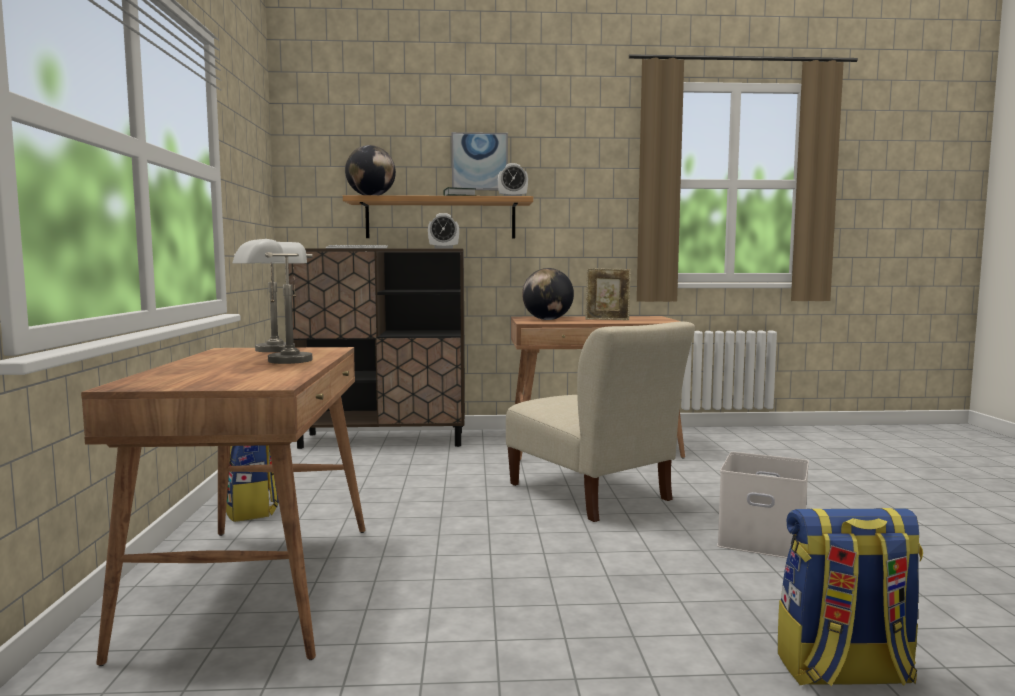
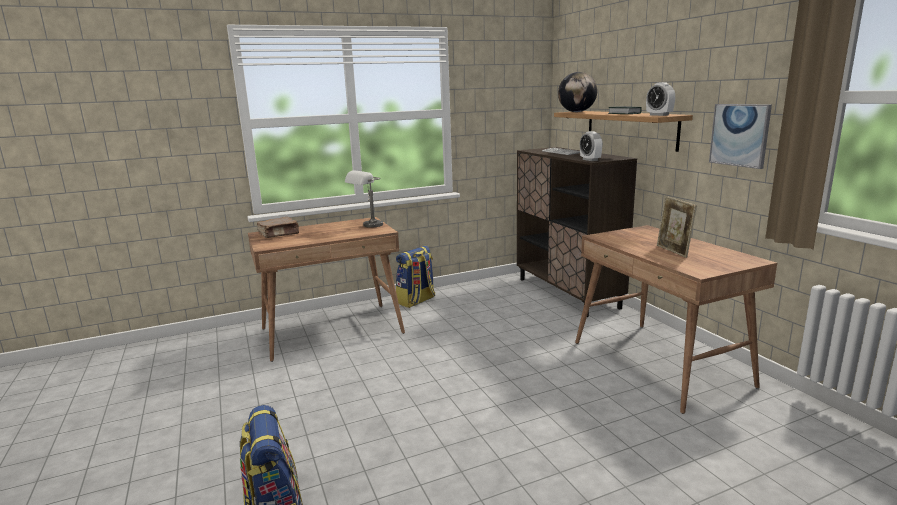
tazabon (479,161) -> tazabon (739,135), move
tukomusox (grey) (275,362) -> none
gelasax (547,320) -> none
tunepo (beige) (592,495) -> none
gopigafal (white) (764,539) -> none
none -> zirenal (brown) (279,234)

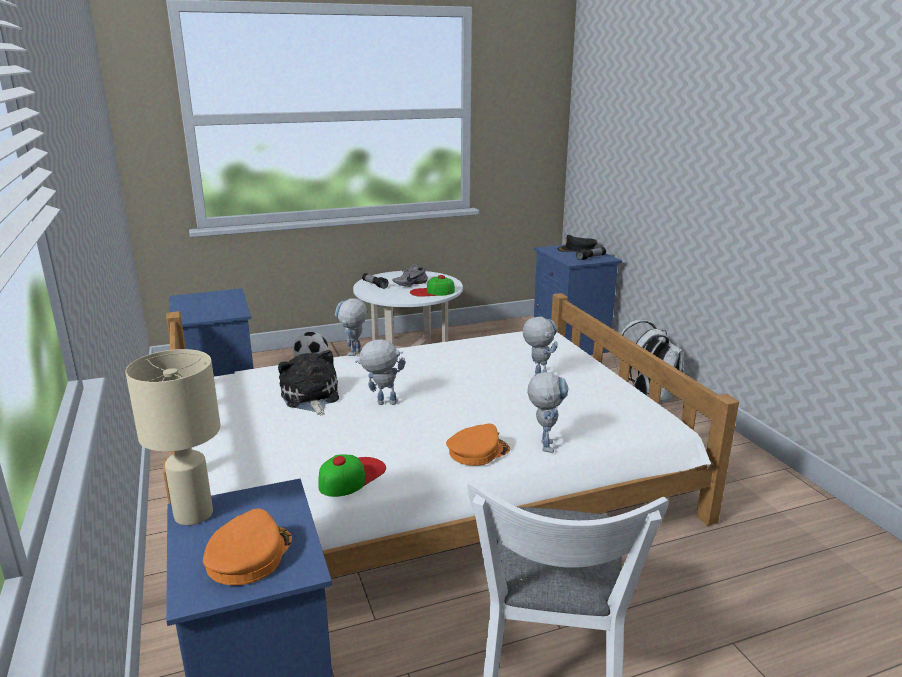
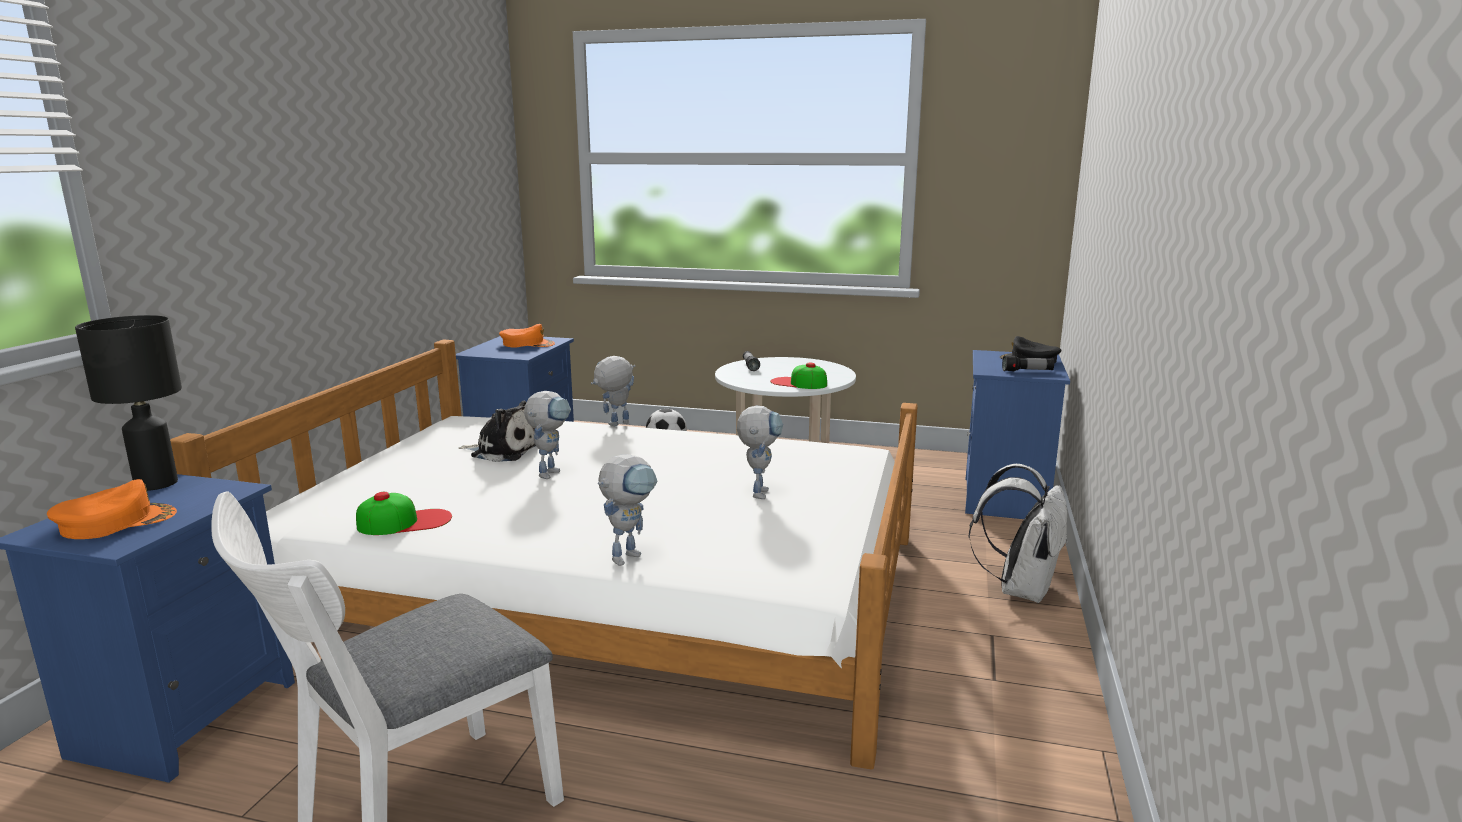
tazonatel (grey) (409,284) -> none
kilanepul (381,403) -> kilanepul (551,471), 75 degrees clockwise
tukomusox (beige) (193,515) -> tukomusox (black) (155,484)
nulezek (310,398) -> nulezek (503,450), 90 degrees clockwise
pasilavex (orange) (477,451) -> pasilavex (orange) (527,344), move

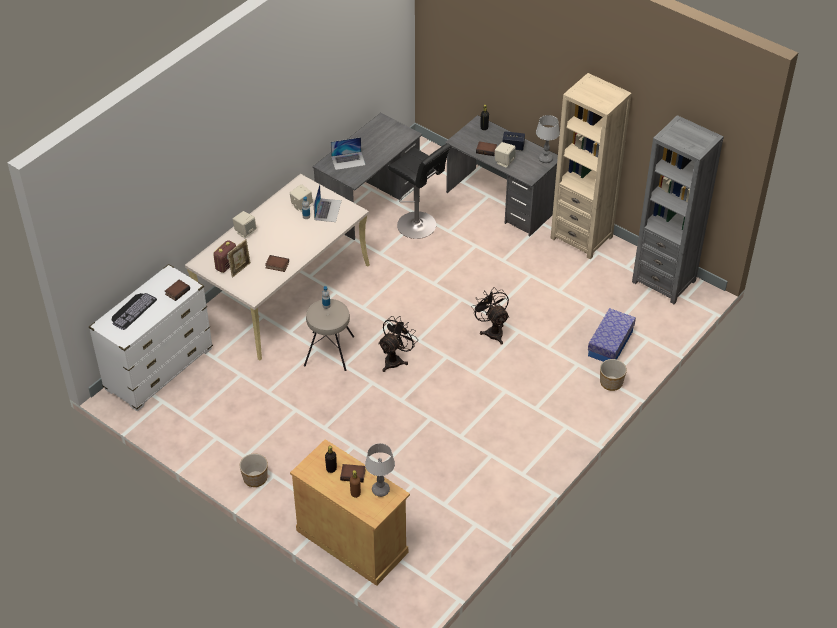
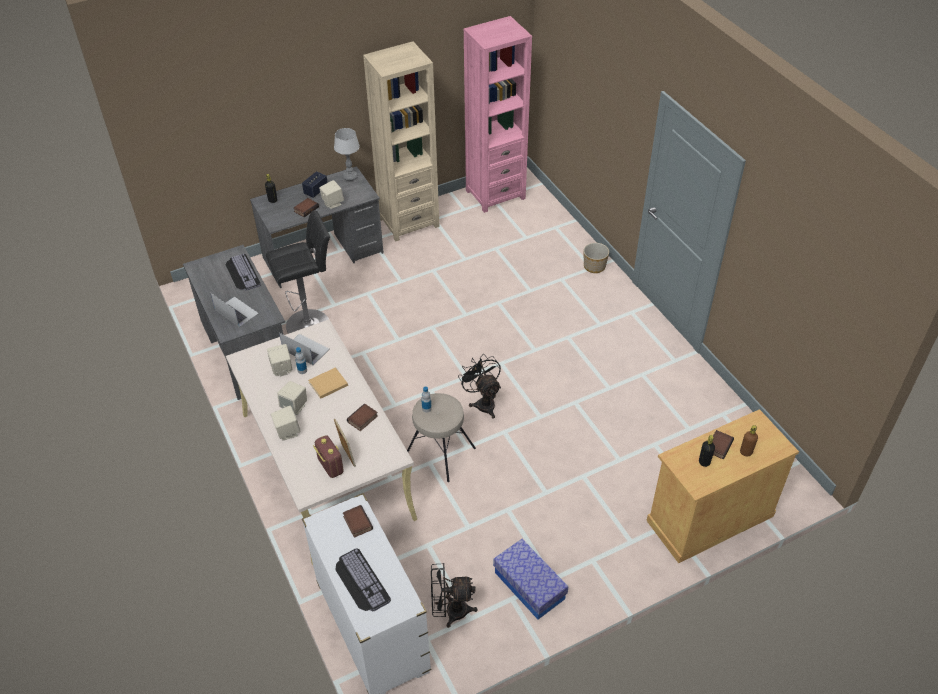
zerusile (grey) (664,281) -> zerusile (pink) (495,194)
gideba (348,160) -> gideba (236,311), 60 degrees counterclockwise
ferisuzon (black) (492,331) -> ferisuzon (black) (450,611), move
gopigafal (610,343) -> gopigafal (529,585), move
tukomusox (381,490) -> none
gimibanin (254,478) -> none
none -> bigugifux (241,273)
none -> zirenal (beige) (327,384)
none -> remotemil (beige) (294,406)

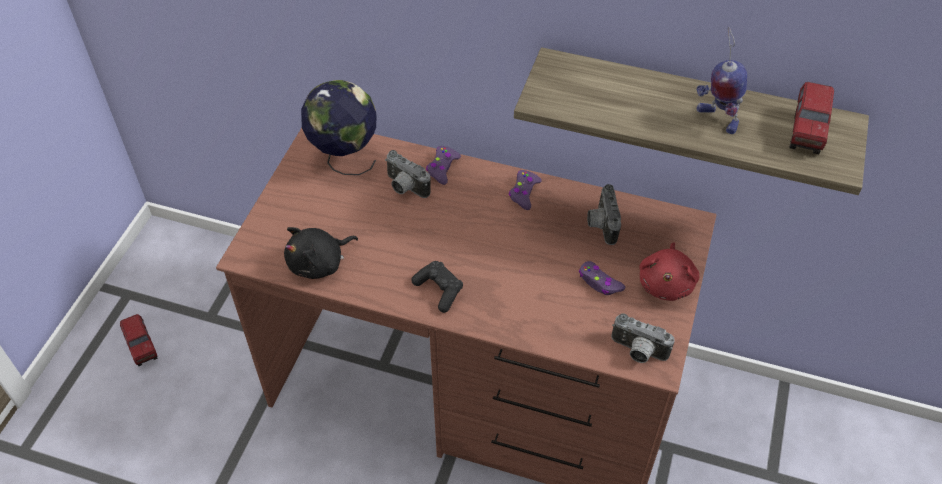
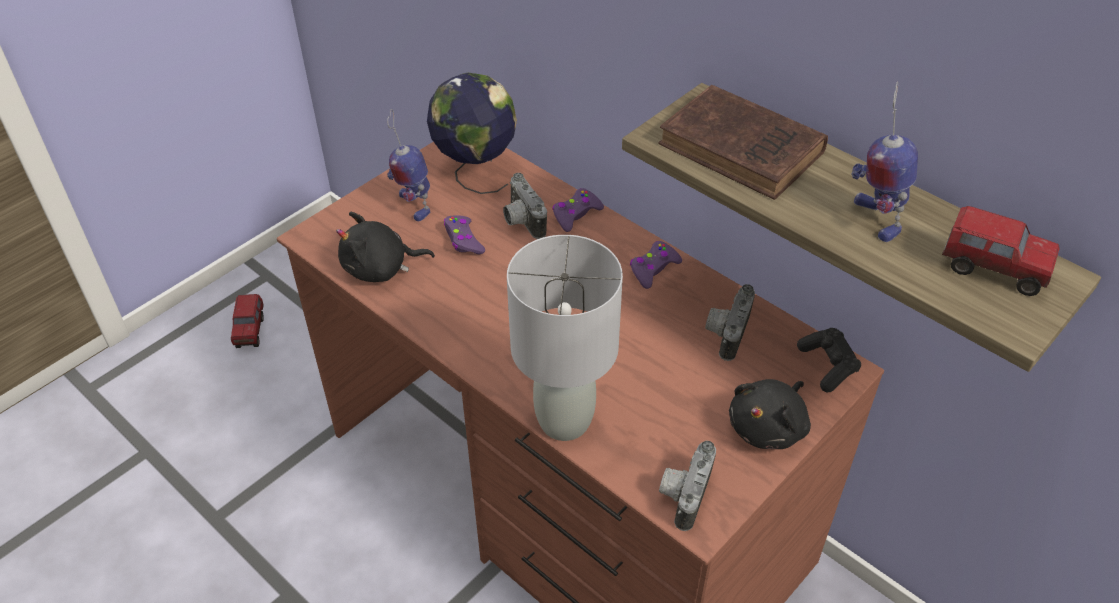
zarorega (806,132) -> zarorega (992,270), 105 degrees counterclockwise
nulezek (red) (666,283) -> nulezek (black) (769,427)
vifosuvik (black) (439,290) -> vifosuvik (black) (828,366), move
vifosuvik (purple) (599,282) -> vifosuvik (purple) (463,240), move
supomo (637,352) -> supomo (683,494), 60 degrees clockwise
none -> zirenal (brown) (744,150)
none -> kilanepul (413,205)
none -> tukomusox (grey) (563,422)

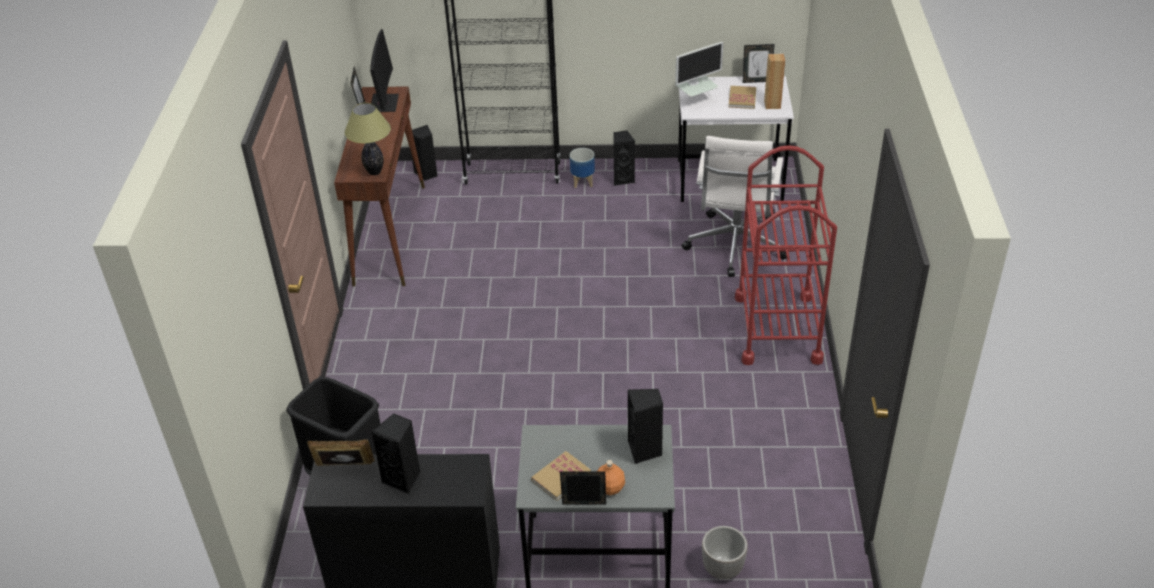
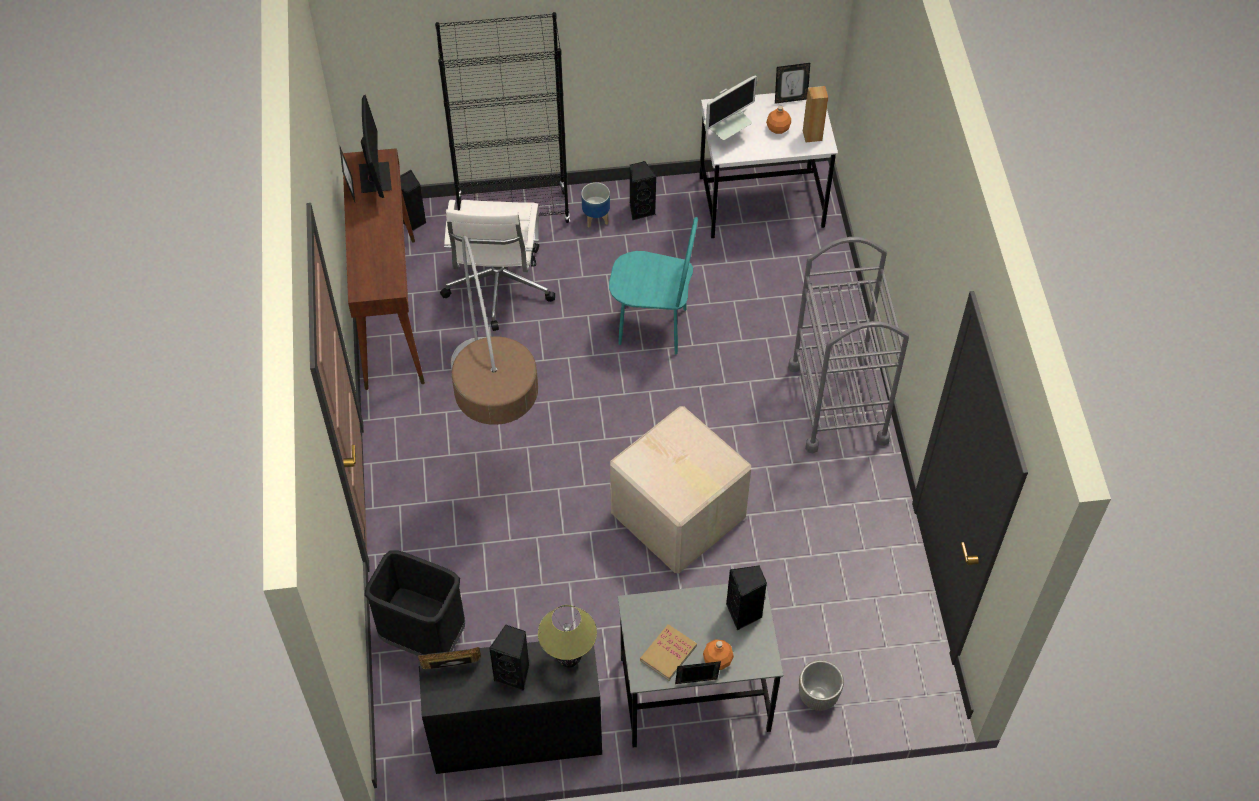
zirenal (742,99) -> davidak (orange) (777,128)
tukomusox (375,172) -> tukomusox (569,661), move
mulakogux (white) (734,246) -> mulakogux (white) (498,288), move
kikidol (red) (777,329) -> kikidol (grey) (838,403)
none -> tunepo (turquoise) (652,327)
none -> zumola (495,431)
none -> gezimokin (678,516)

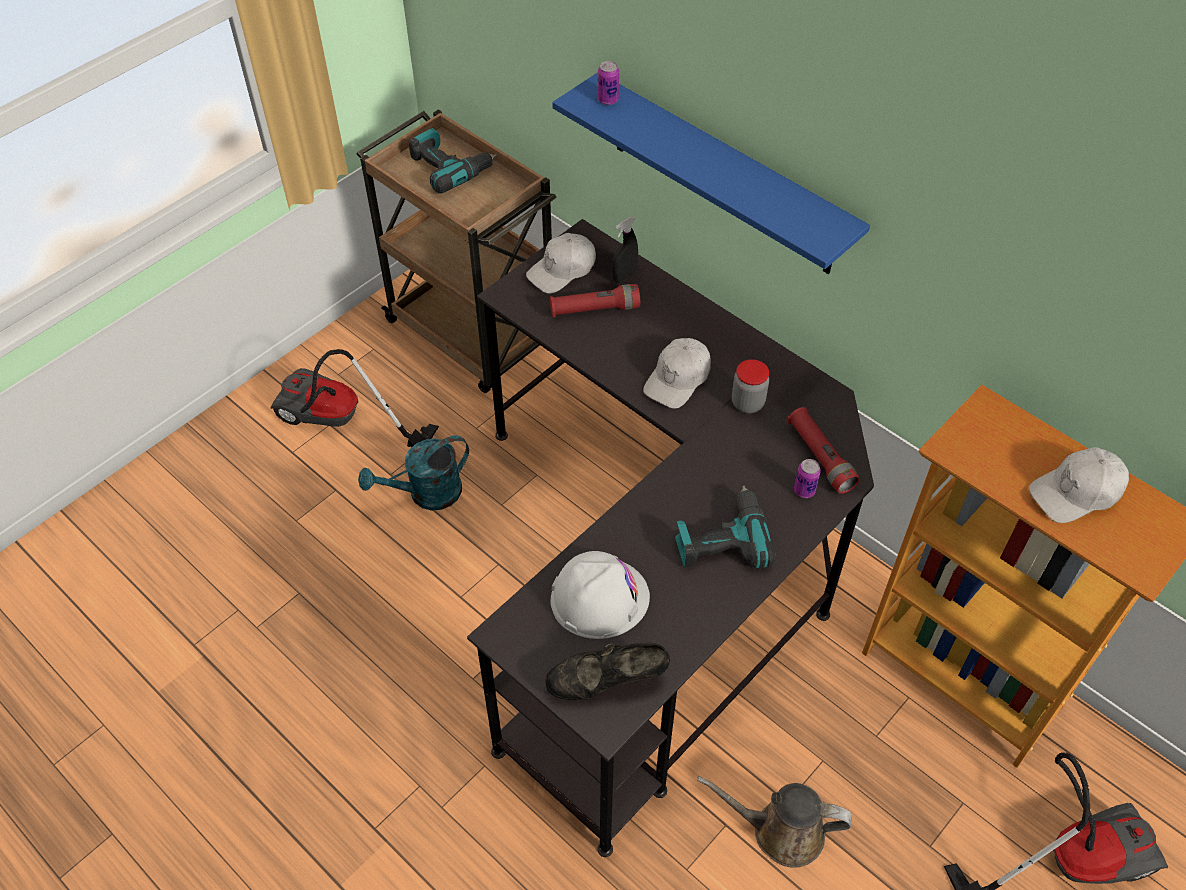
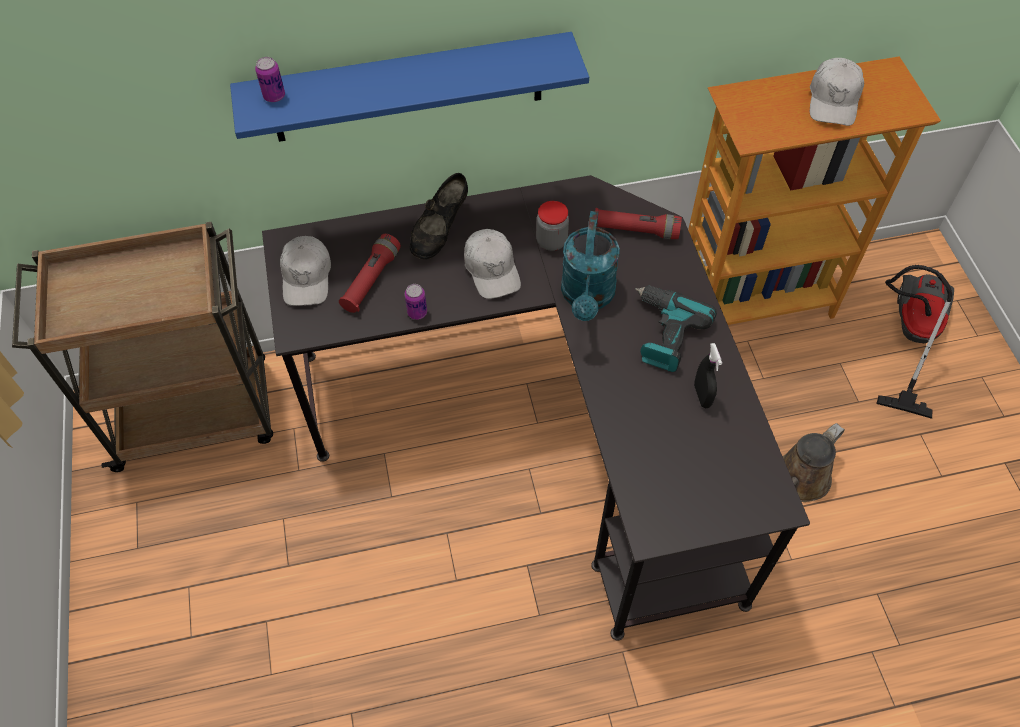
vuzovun (450,168) -> none
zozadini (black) (624,276) -> zozadini (black) (702,396), move
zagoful (339,425) -> none
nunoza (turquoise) (426,494) -> nunoza (turquoise) (587,297), move
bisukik (804,490) -> bisukik (417,313), move
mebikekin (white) (599,598) -> none
tazonatel (black) (606,682) -> tazonatel (black) (440,232), move

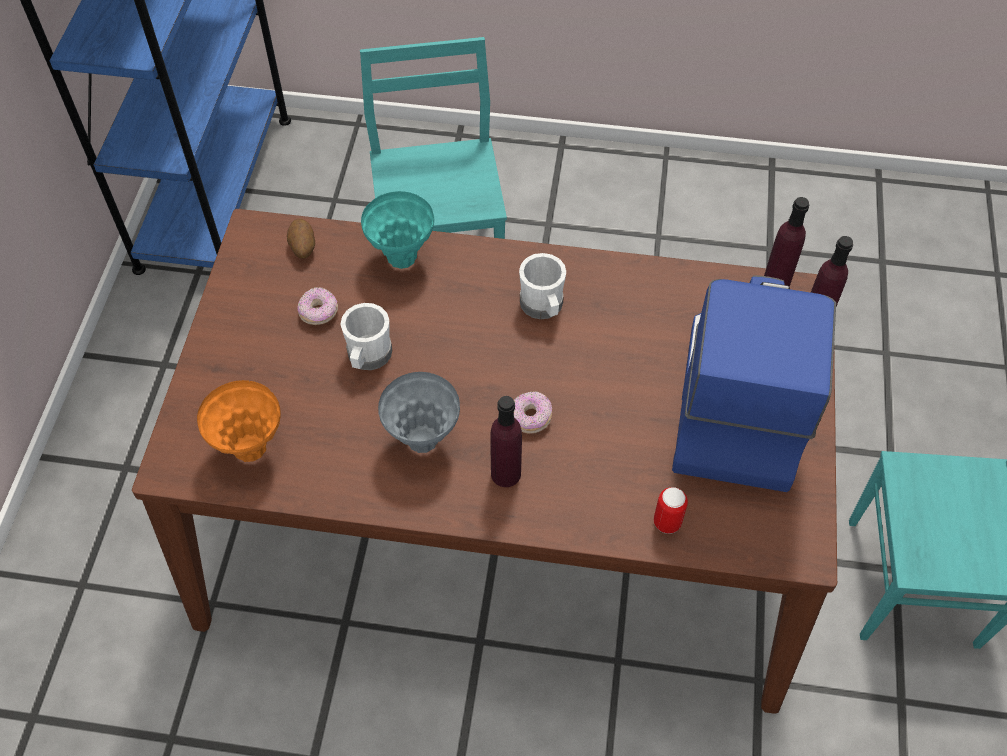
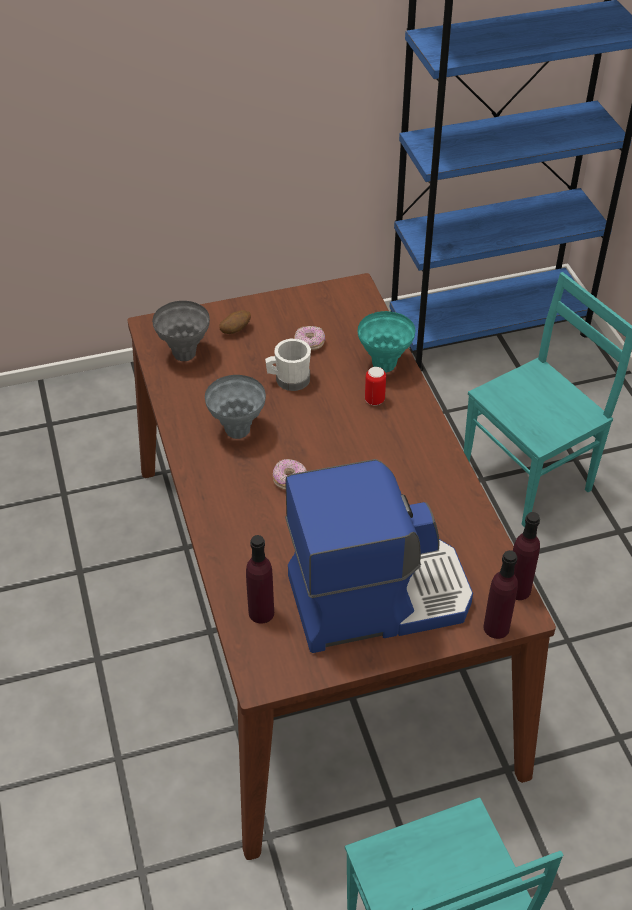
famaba (302,247) -> famaba (235,330), move
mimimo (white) (543,306) -> none
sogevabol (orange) (251,449) -> sogevabol (grey) (184,355)
davidak (purple) (506,474) -> davidak (purple) (261,612), move
bisukik (667,522) -> bisukik (374,400), move

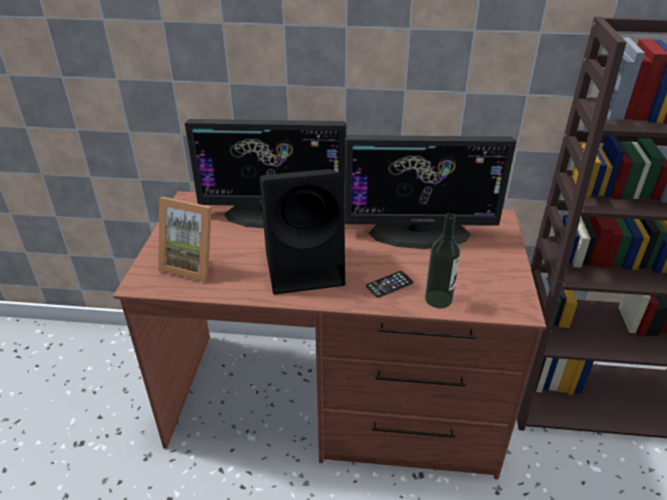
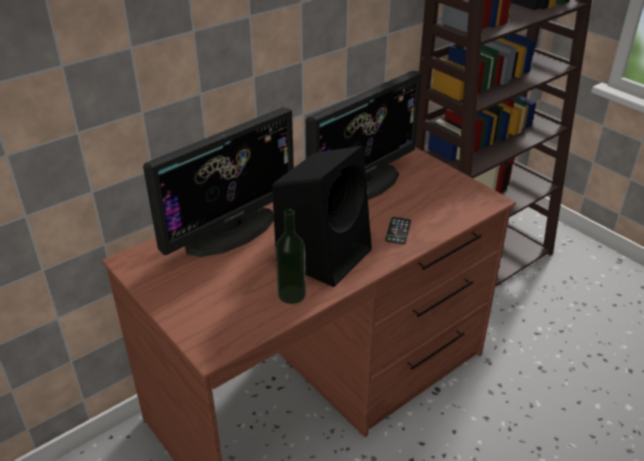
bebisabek (193,264) -> none
davidak (438,299) -> davidak (292,294), move

